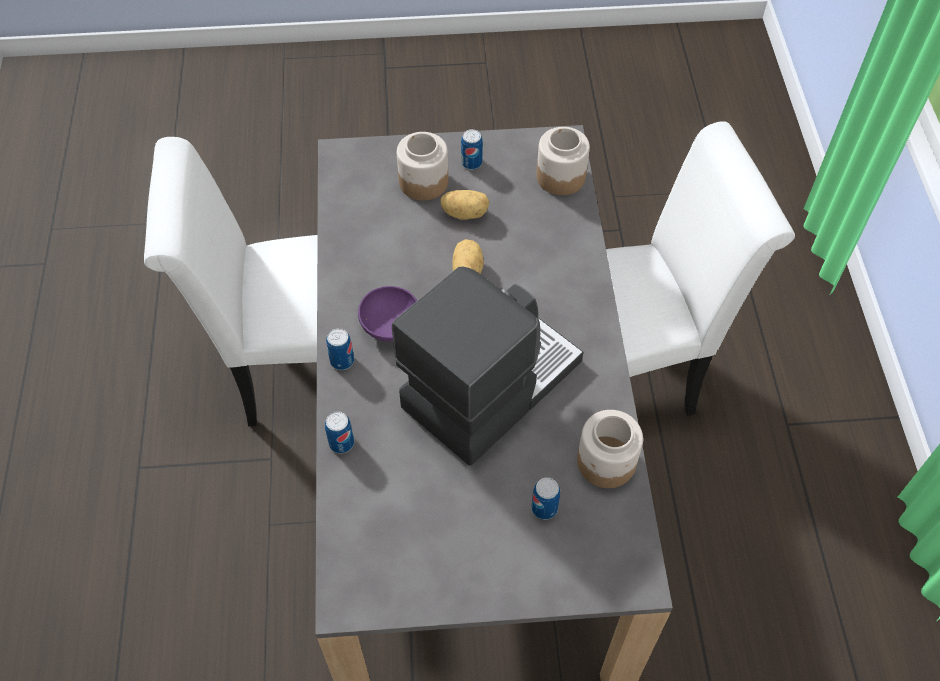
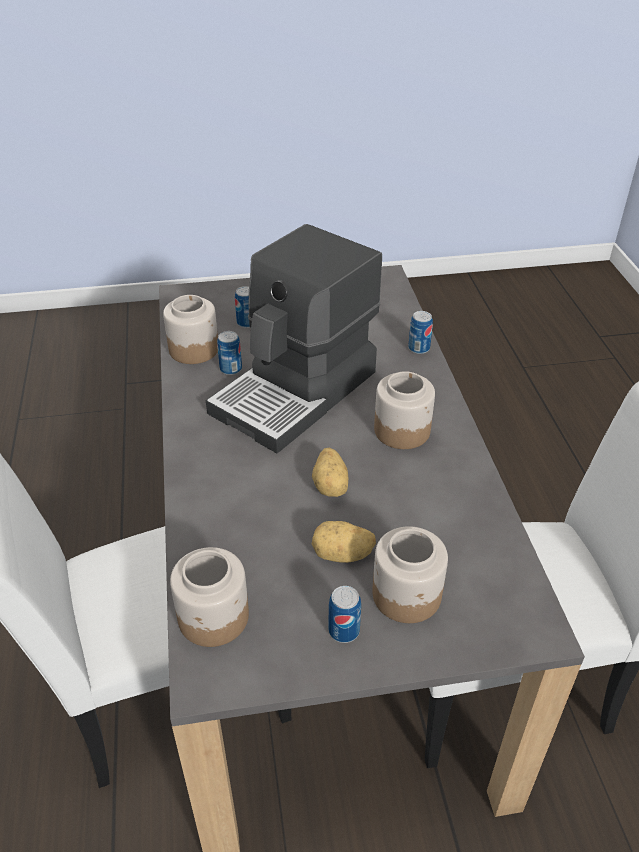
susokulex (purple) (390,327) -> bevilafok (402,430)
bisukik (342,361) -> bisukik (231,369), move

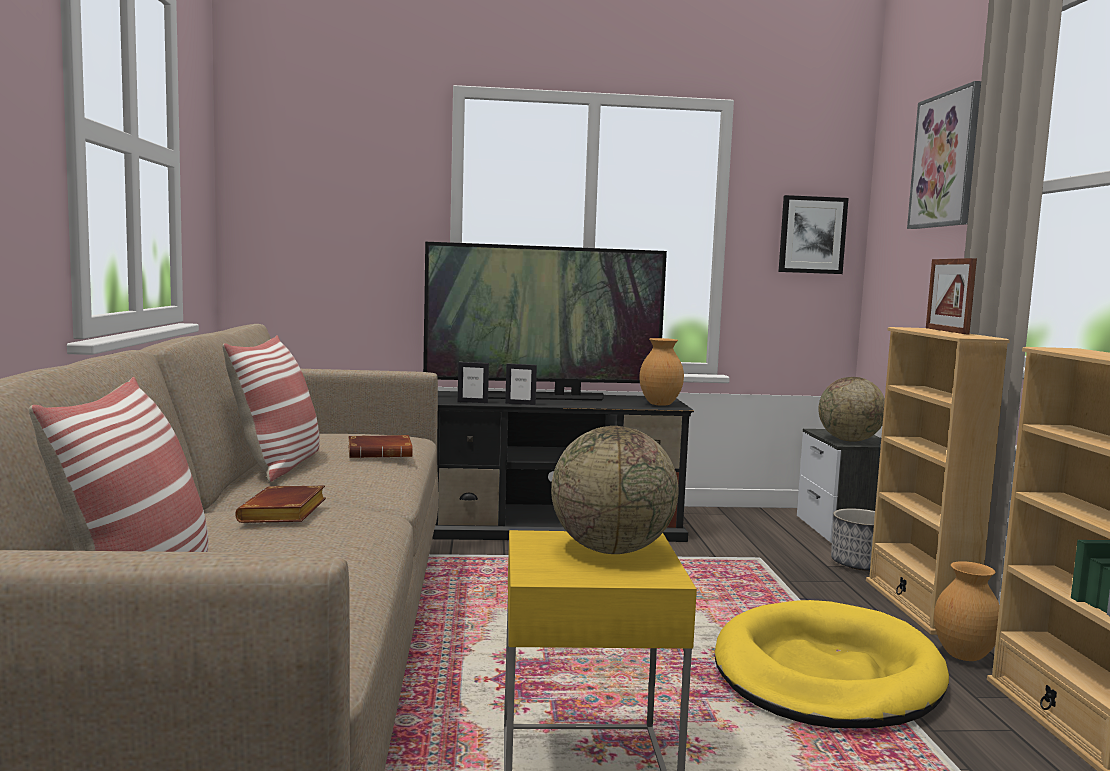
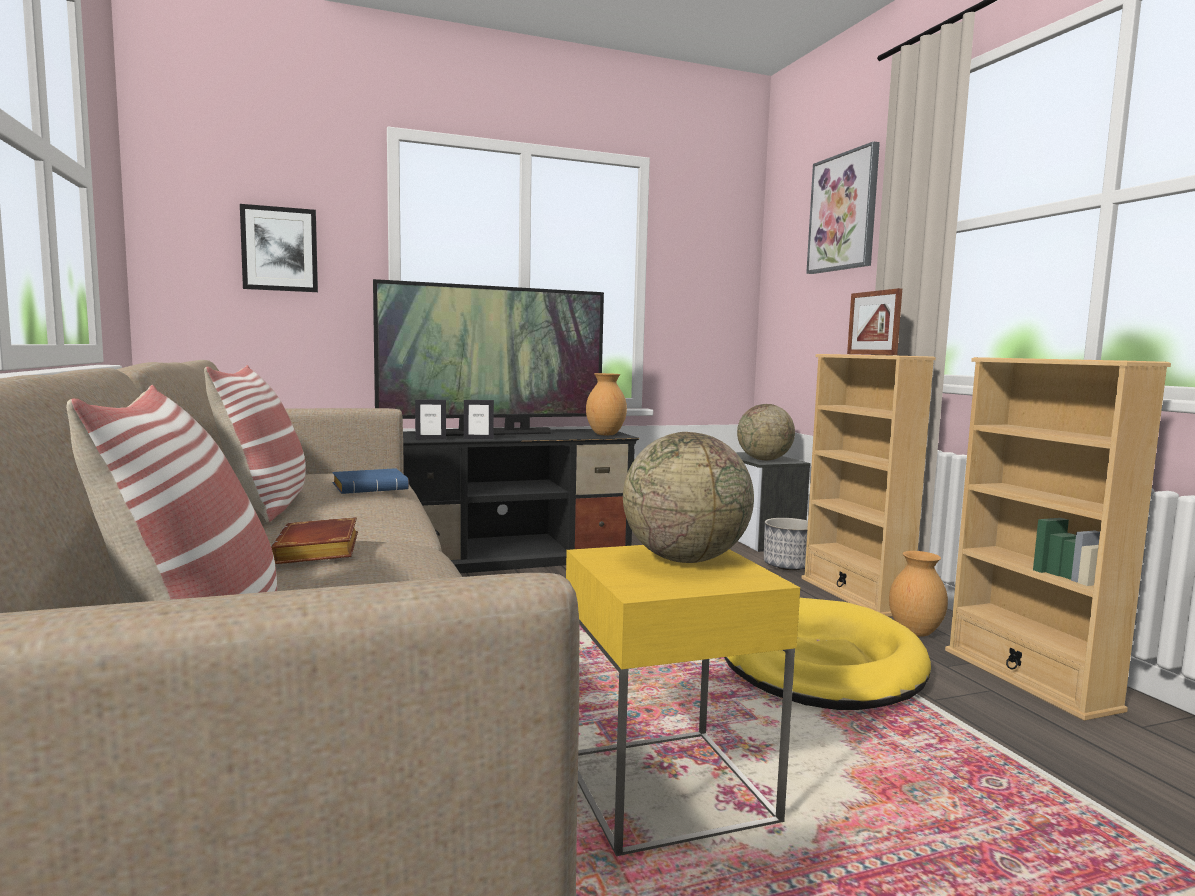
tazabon (812,235) -> tazabon (280,249), move
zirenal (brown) (381,453) -> zirenal (blue) (372,488)

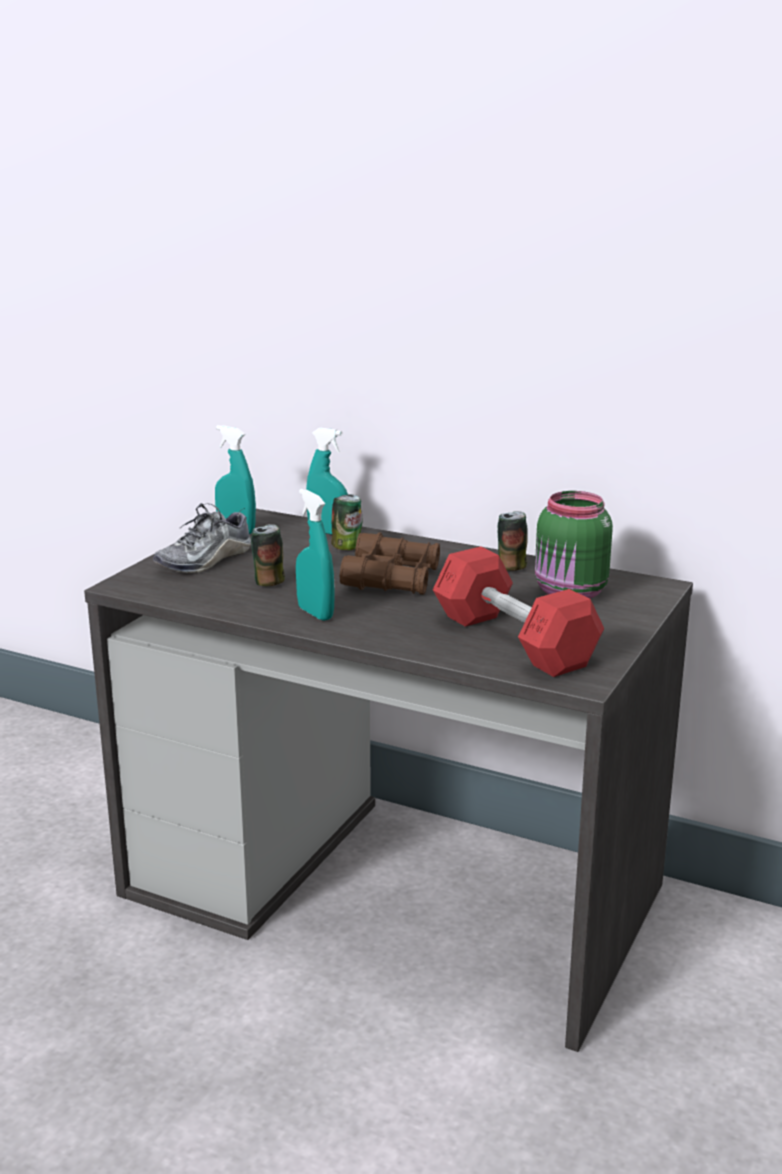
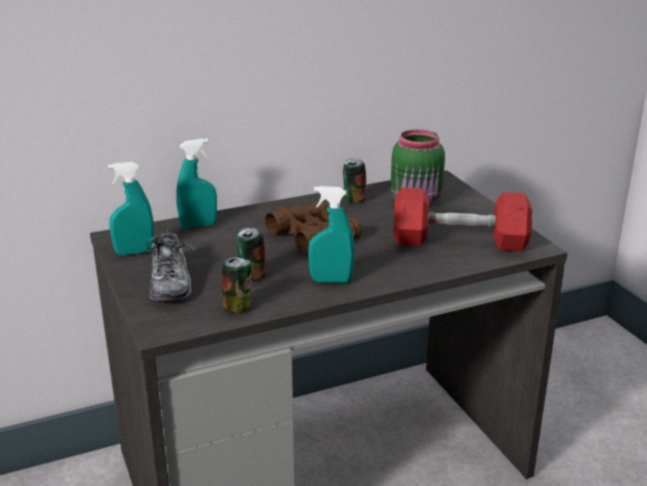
bisukik (347,547) -> bisukik (238,307), move

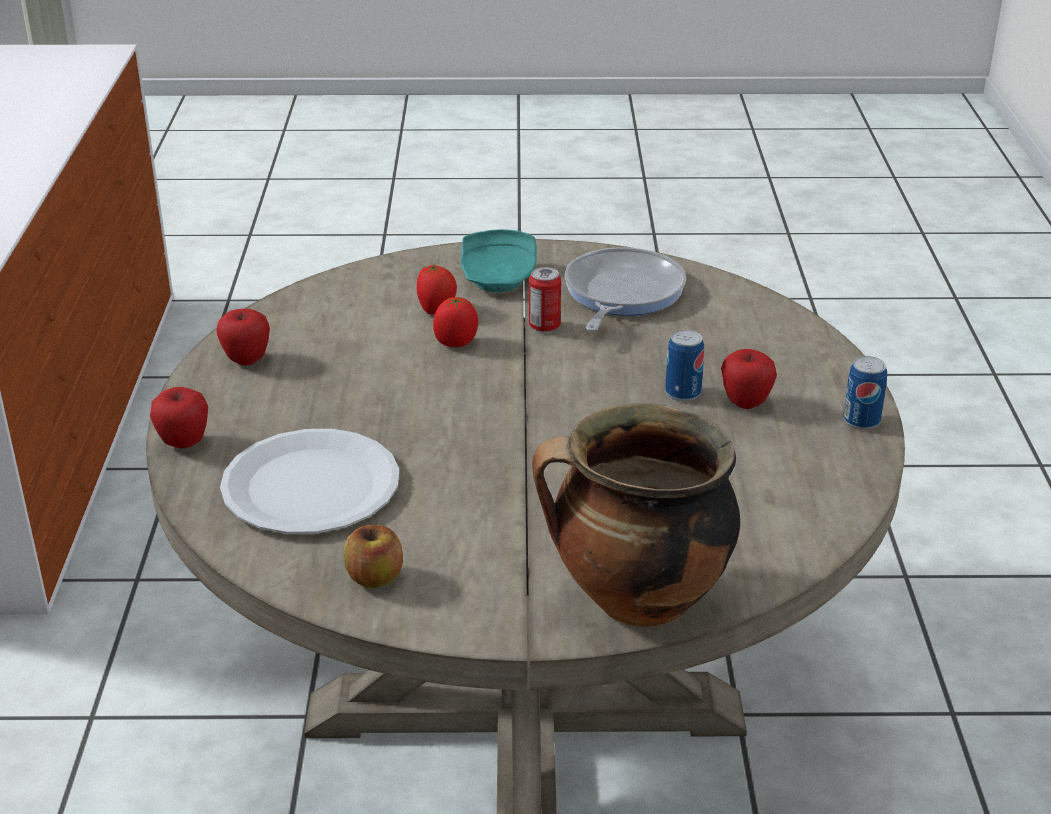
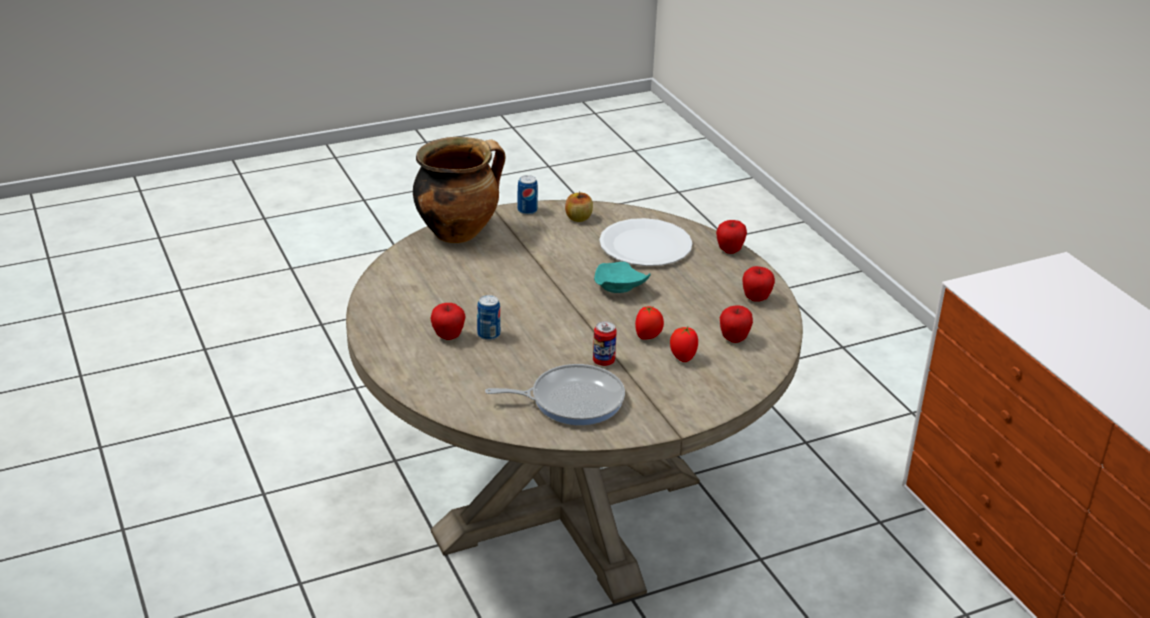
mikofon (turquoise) (499,277) -> mikofon (turquoise) (618,287), move
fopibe (621,294) -> fopibe (571,400), 90 degrees counterclockwise
bisukik (861,421) -> bisukik (527,210), move
none -> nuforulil (734,339)

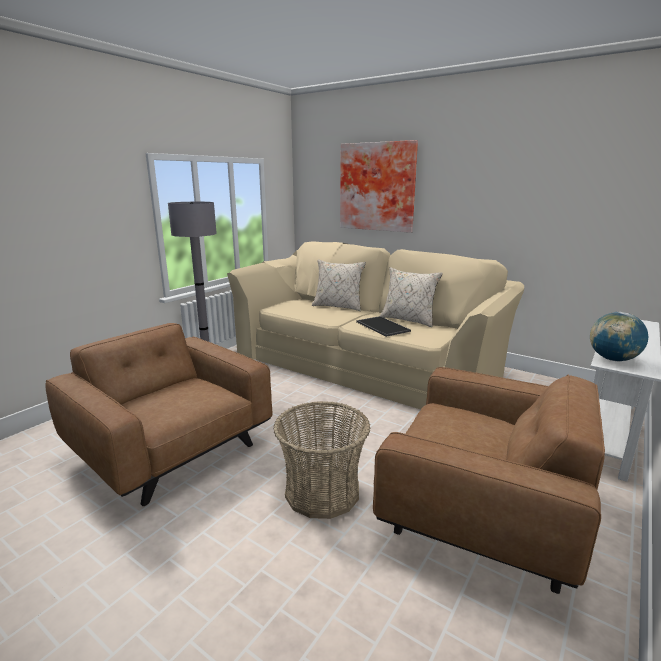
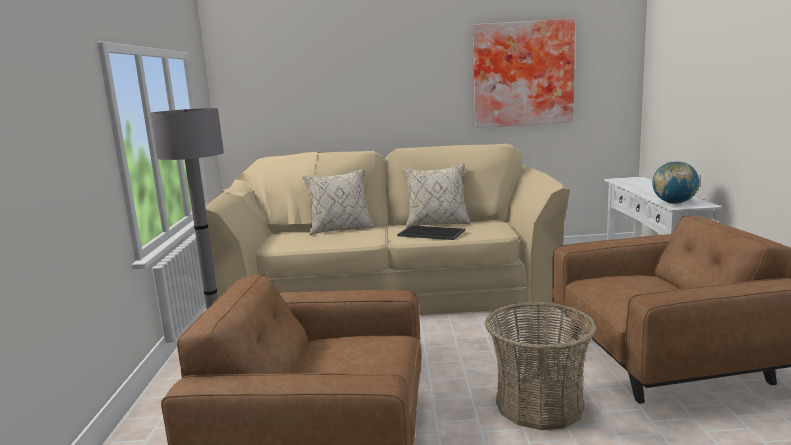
tazabon (378,187) -> tazabon (522,74), move

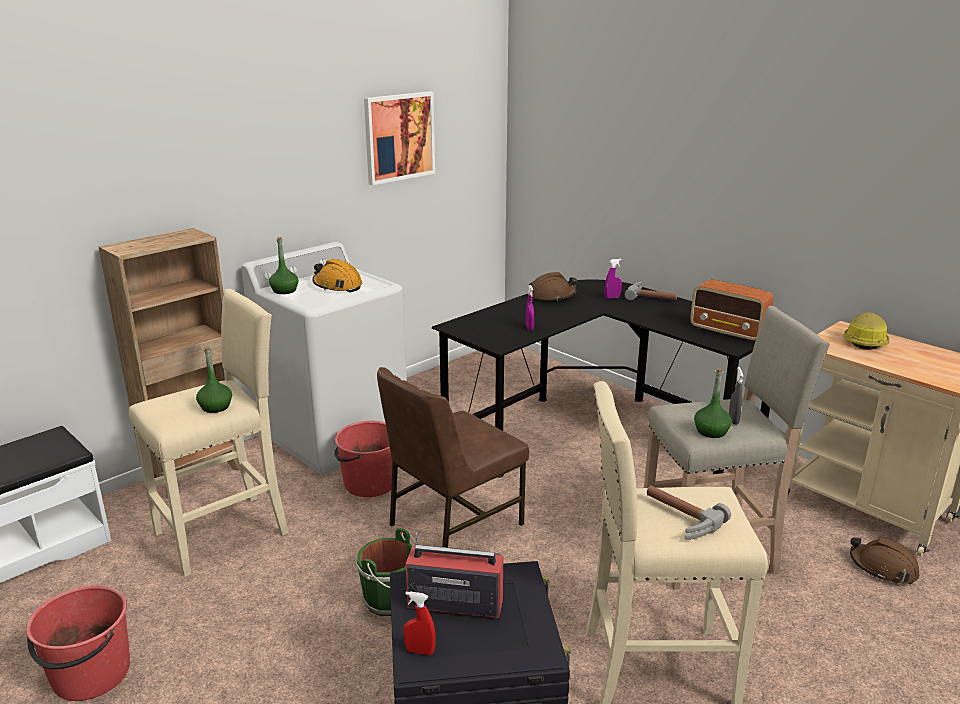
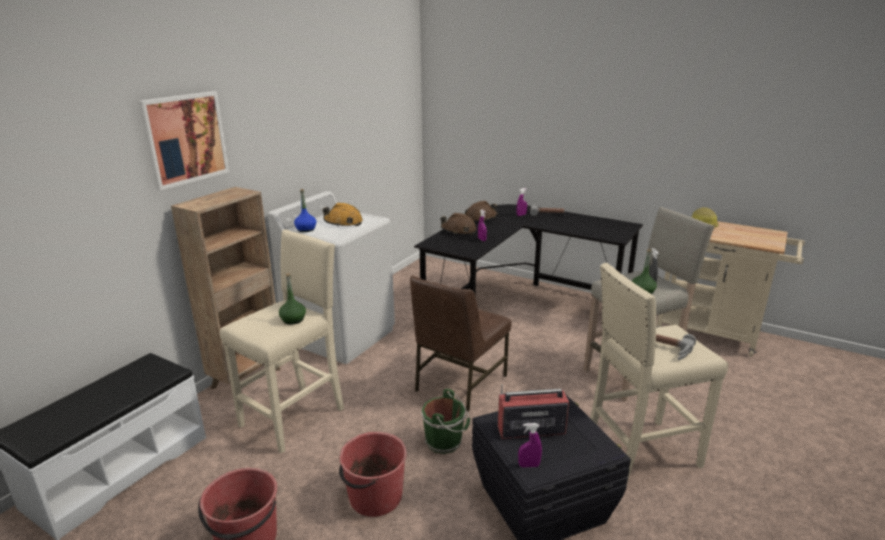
tazabon (399,137) -> tazabon (185,139), move
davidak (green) (284,291) -> davidak (blue) (306,229)
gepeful (729,331) -> none
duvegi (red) (369,483) -> duvegi (red) (374,497), move
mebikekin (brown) (883,568) -> mebikekin (brown) (458,231), move
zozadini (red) (420,651) -> zozadini (purple) (529,465)

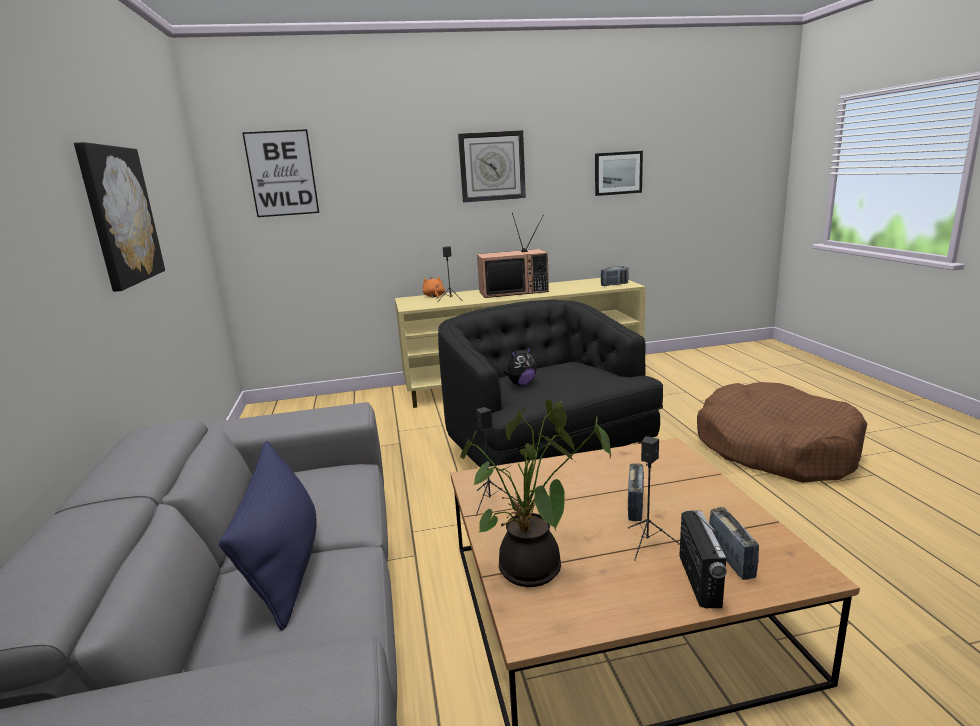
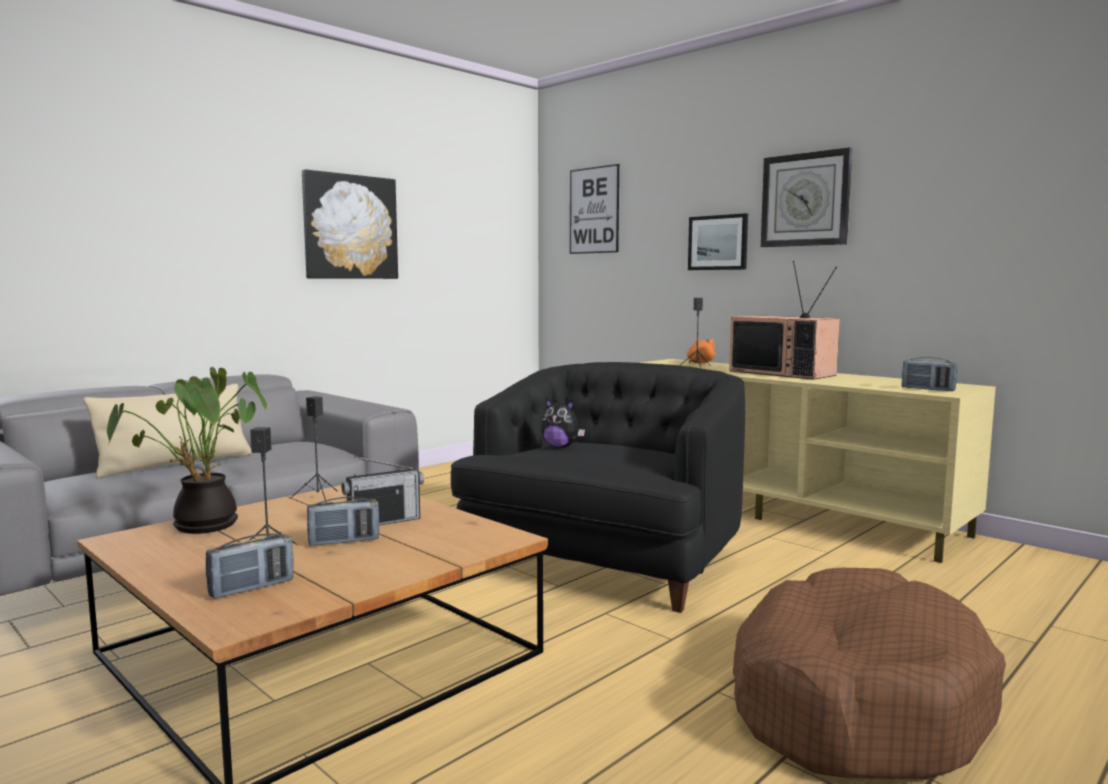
tazabon (618,173) -> tazabon (718,242), move
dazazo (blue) (285,564) -> dazazo (beige) (175,464)
gepeful (699,580) -> gepeful (384,522), move

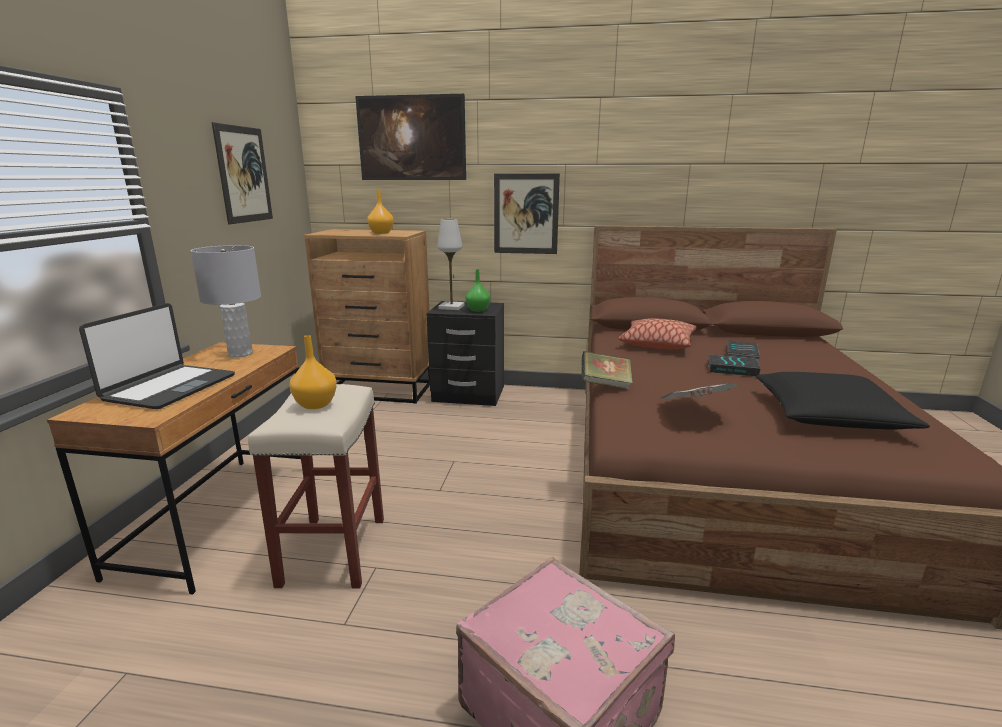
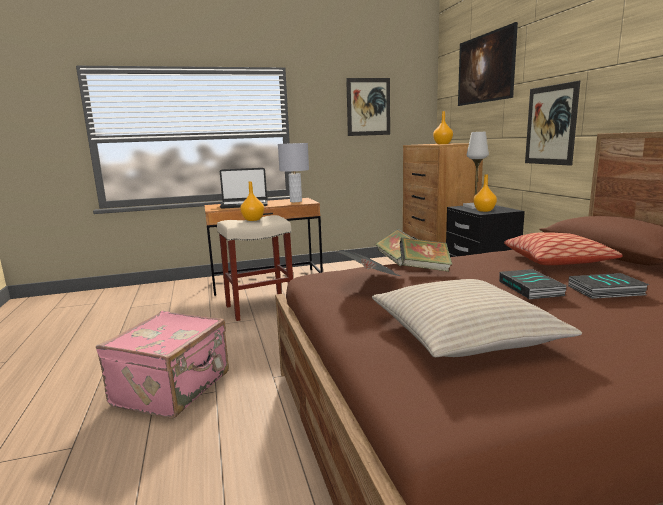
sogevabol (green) (477,310) -> sogevabol (orange) (484,210)
dazazo (black) (828,415) -> dazazo (beige) (463,334)
none -> zirenal (424,269)

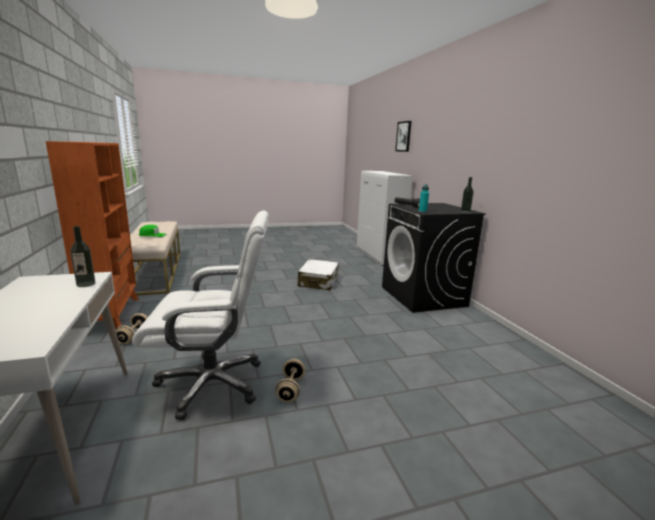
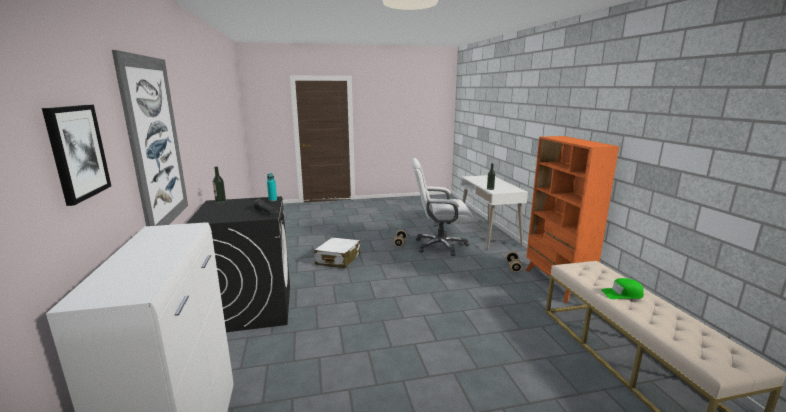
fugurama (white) (318,281) -> fugurama (white) (338,259), move
none -> tazabon (155,143)

